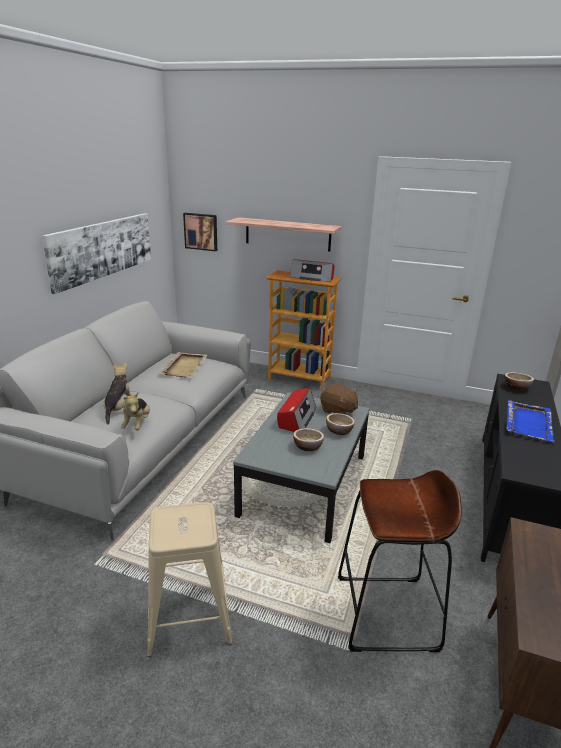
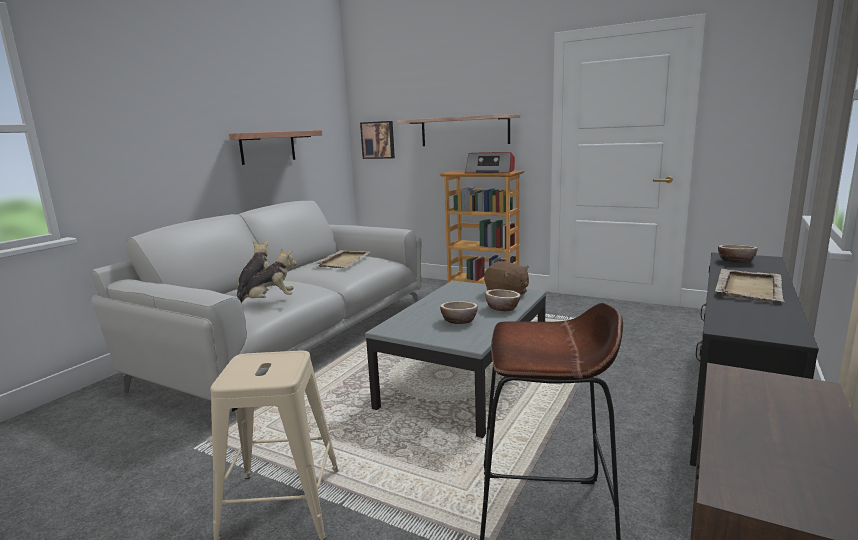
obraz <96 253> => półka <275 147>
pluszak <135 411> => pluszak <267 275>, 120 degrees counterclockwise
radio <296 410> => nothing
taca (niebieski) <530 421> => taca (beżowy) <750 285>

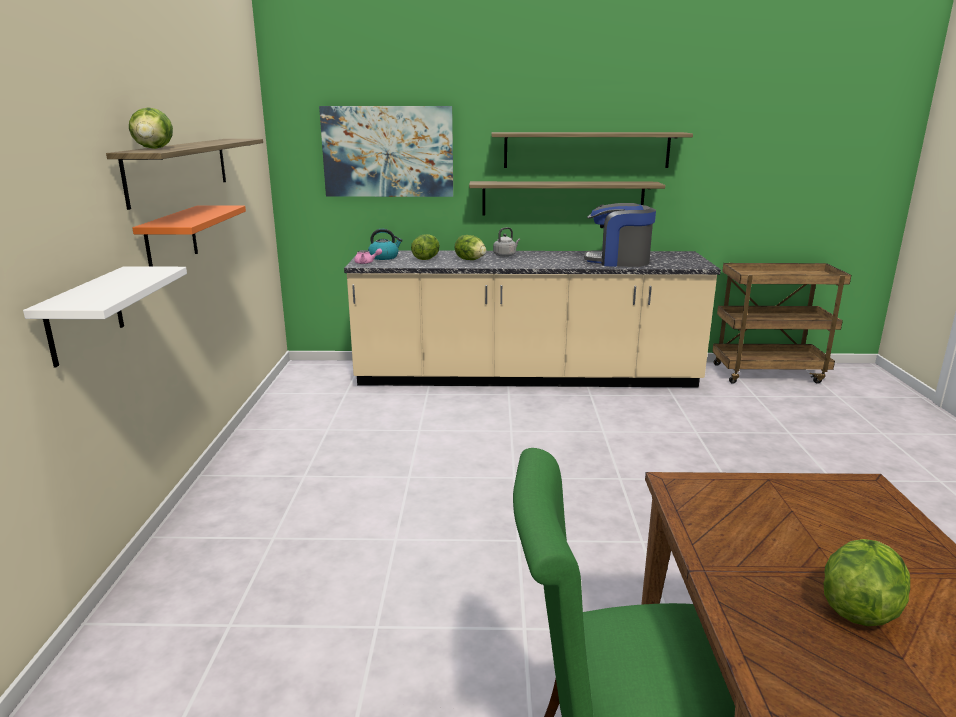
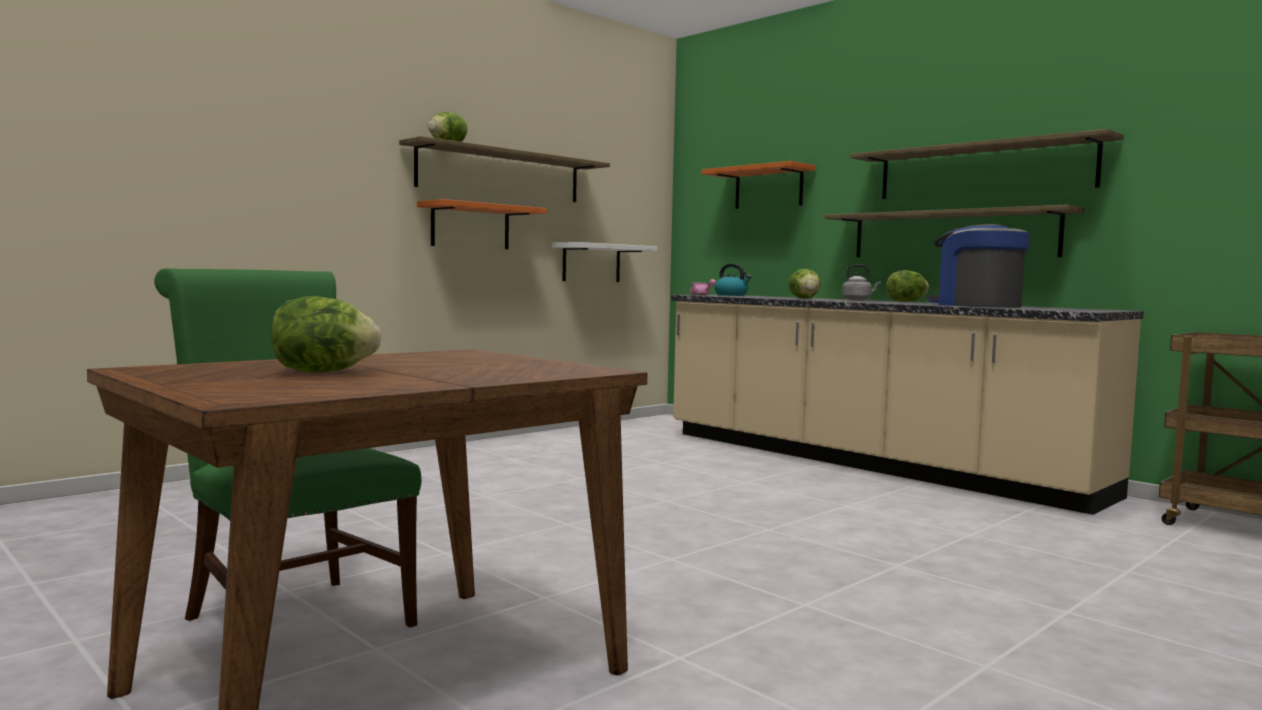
półka (biały) <105 316> => półka (biały) <604 262>, shifted
obraz <386 151> => półka (pomarańczowy) <758 185>
sałata <425 247> => sałata <907 286>, shifted

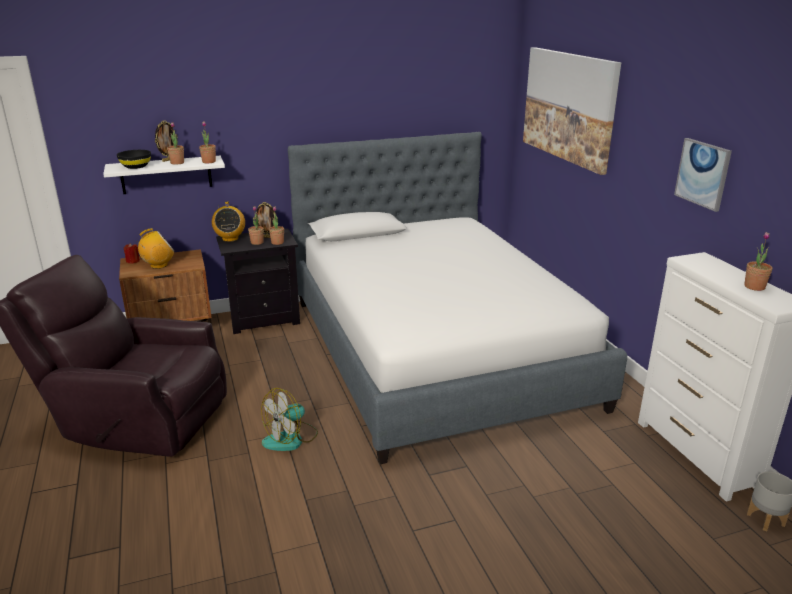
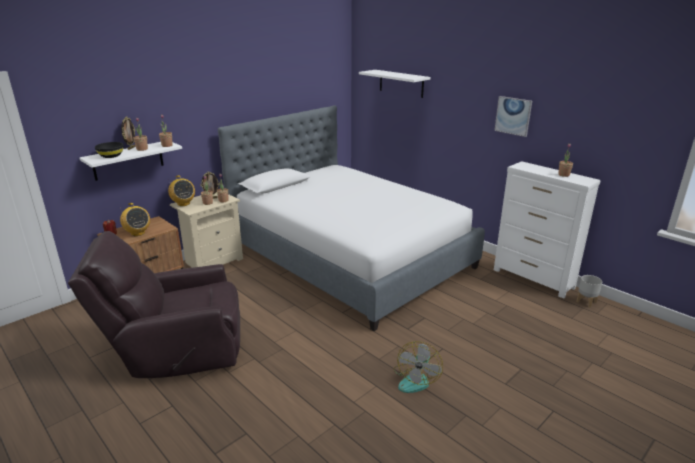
radio <156 248> => radio <135 219>, 105 degrees clockwise
szafka nocna (czarny) <258 281> => szafka nocna (beżowy) <206 230>
wentylator <289 419> => wentylator <418 367>, shifted
obraz <572 111> => półka (biały) <395 84>

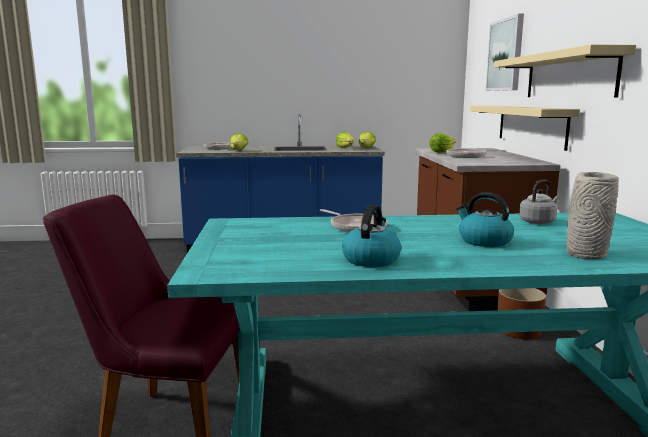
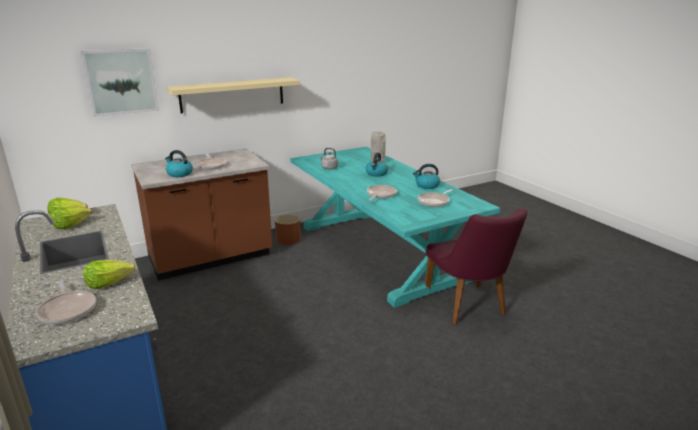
sałata <442 143> => czajnik <179 163>
półka (beżowy) <525 128> => nothing
nothing => patelnia <435 198>

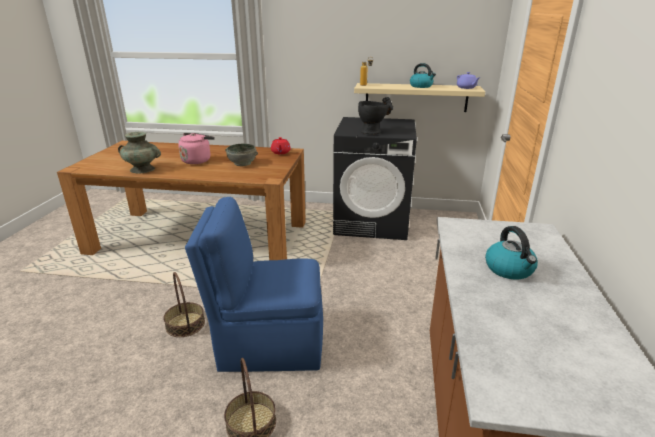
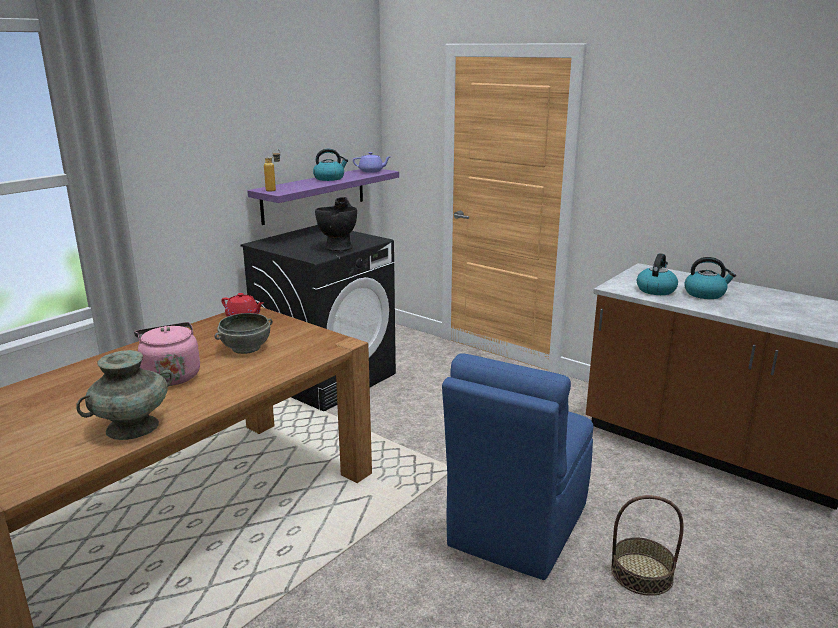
koszyk <184 304> => nothing
półka (beżowy) <419 97> => półka (fioletowy) <323 197>
nothing => czajnik <657 274>

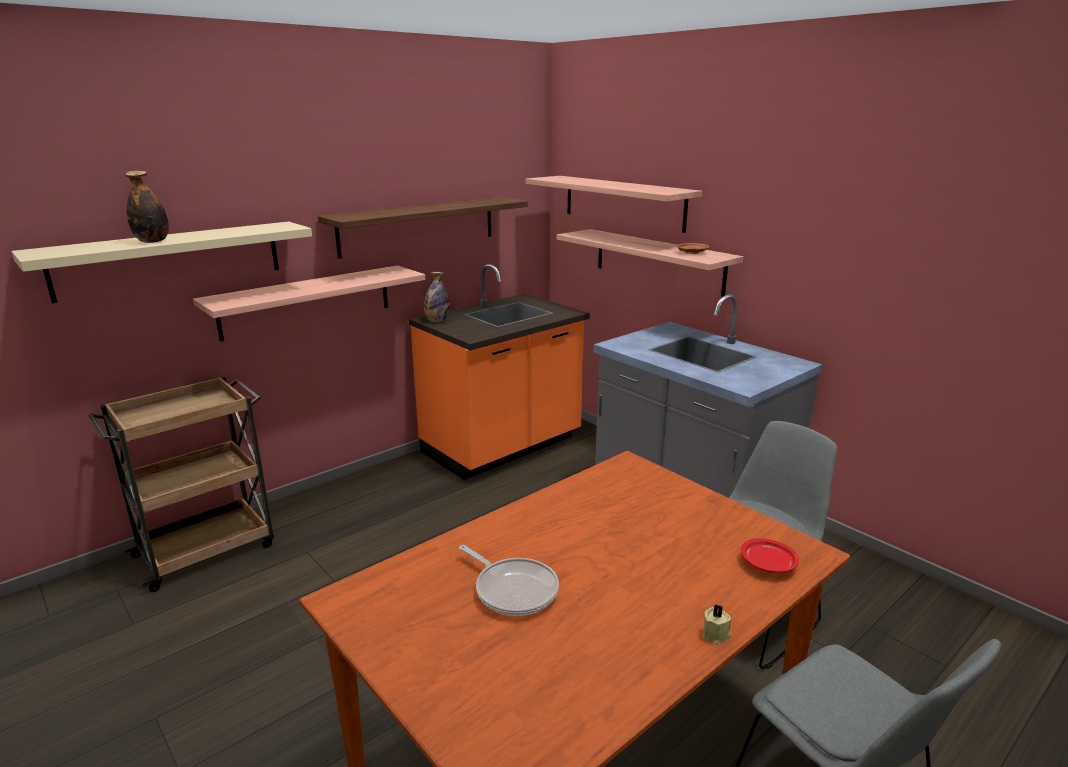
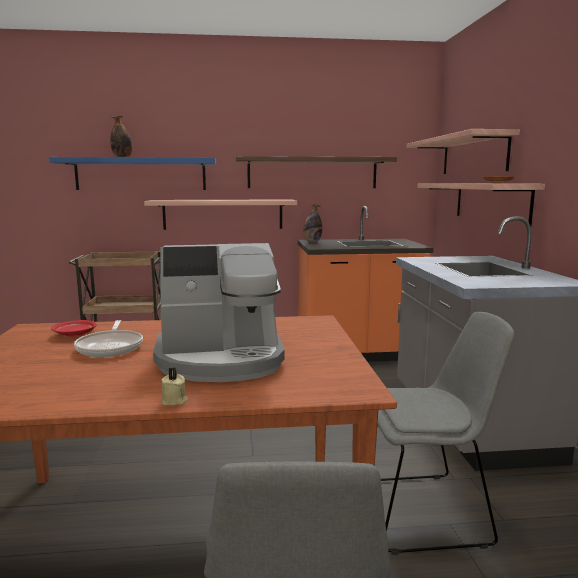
półka (beżowy) <161 262> => półka (niebieski) <132 173>
talerz (czerwony) <770 556> => talerz (czerwony) <74 328>, shifted
nothing => ekspres do kawy <218 312>

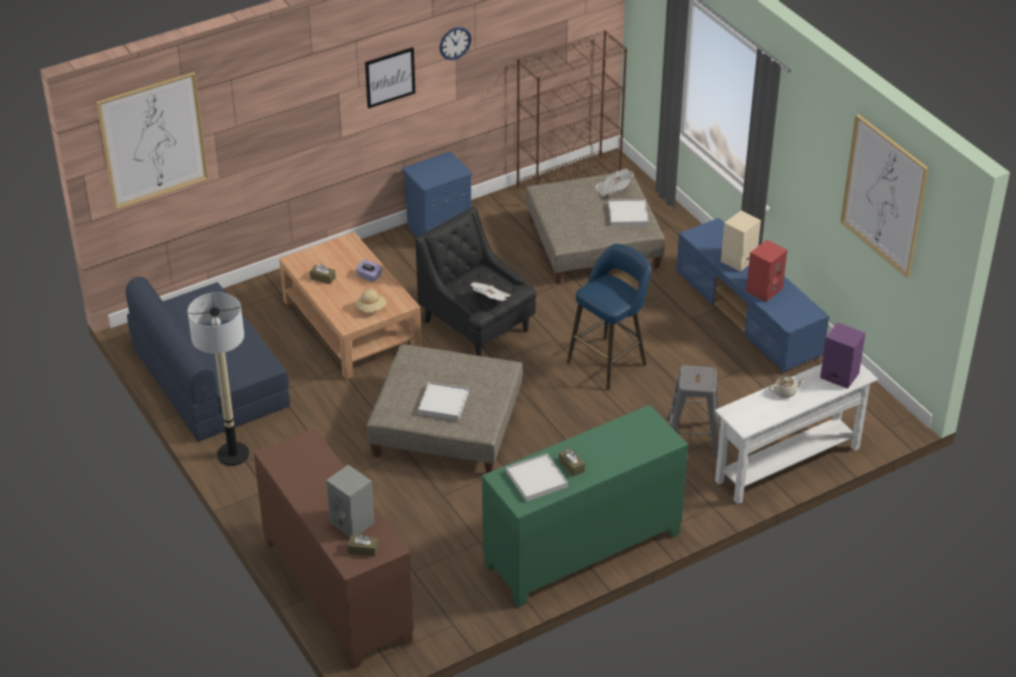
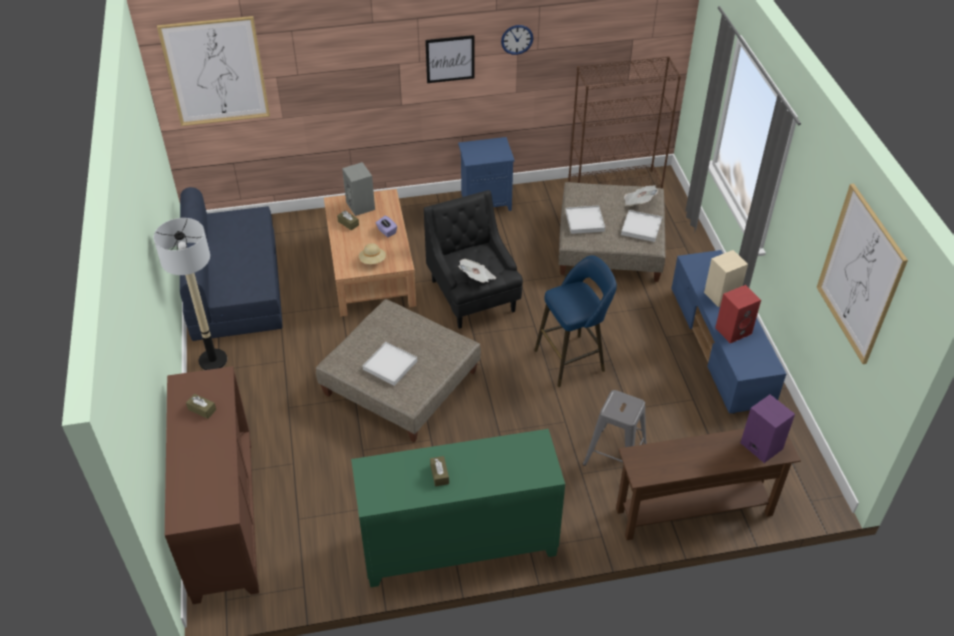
głośnik (szary) <350 501> => głośnik (szary) <358 189>, shifted
pudełko chusteczek (brązowy) <363 545> => pudełko chusteczek (brązowy) <201 406>, shifted
taca (biały) <537 477> => taca (biały) <585 219>, shifted
stolik konsolowy (biały) <796 434> => stolik konsolowy (brązowy) <708 484>
imbryk (beżowy) <787 387> => nothing

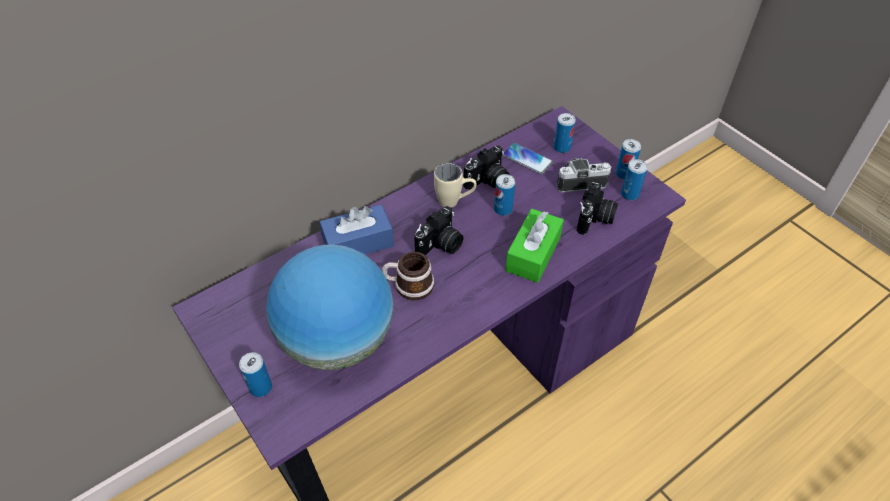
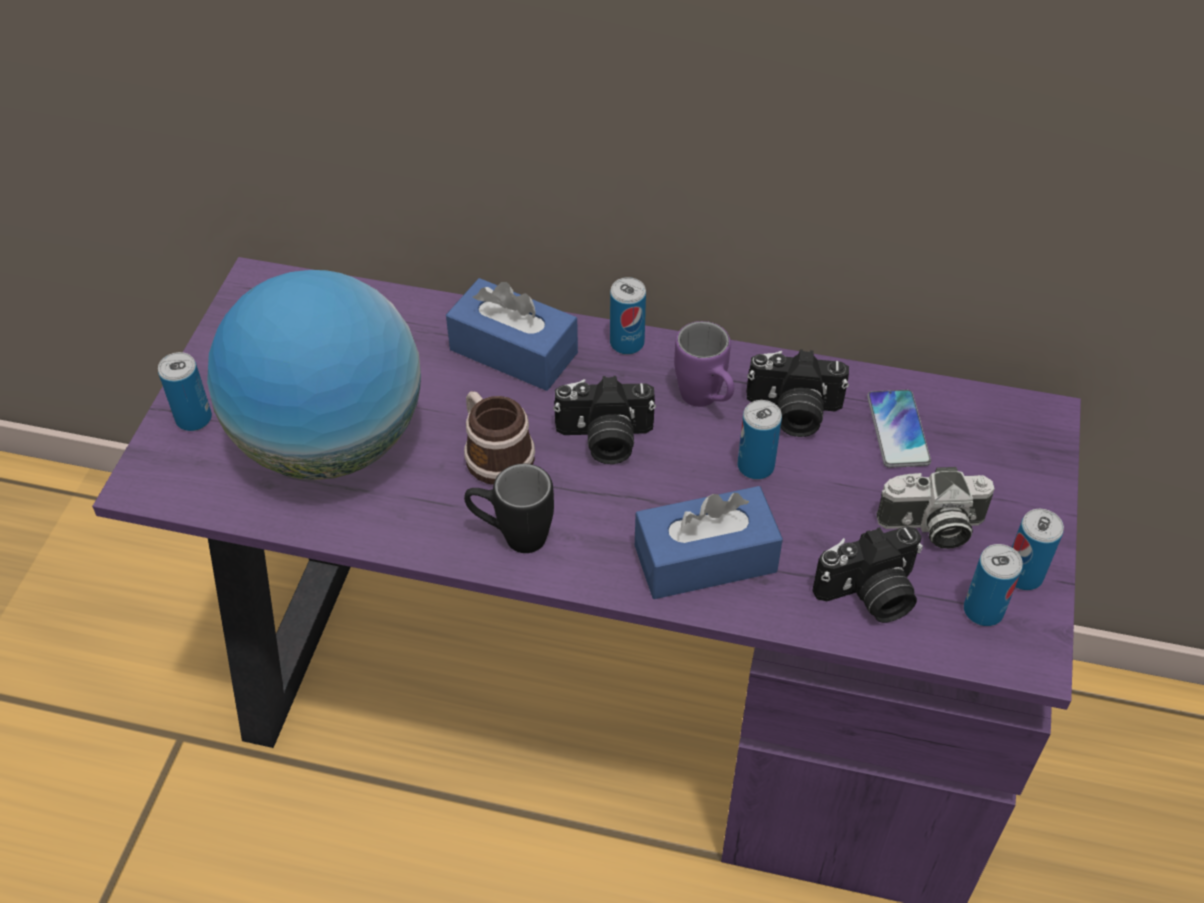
kubek (beżowy) <455 185> => kubek (fioletowy) <704 364>
pudełko chusteczek (zielony) <534 246> => pudełko chusteczek (niebieski) <709 542>
puszka <564 133> => puszka <628 316>, shifted
aparat fotograficzny <584 175> => aparat fotograficzny <935 508>, 135 degrees clockwise
nothing => kubek (czarny) <509 508>

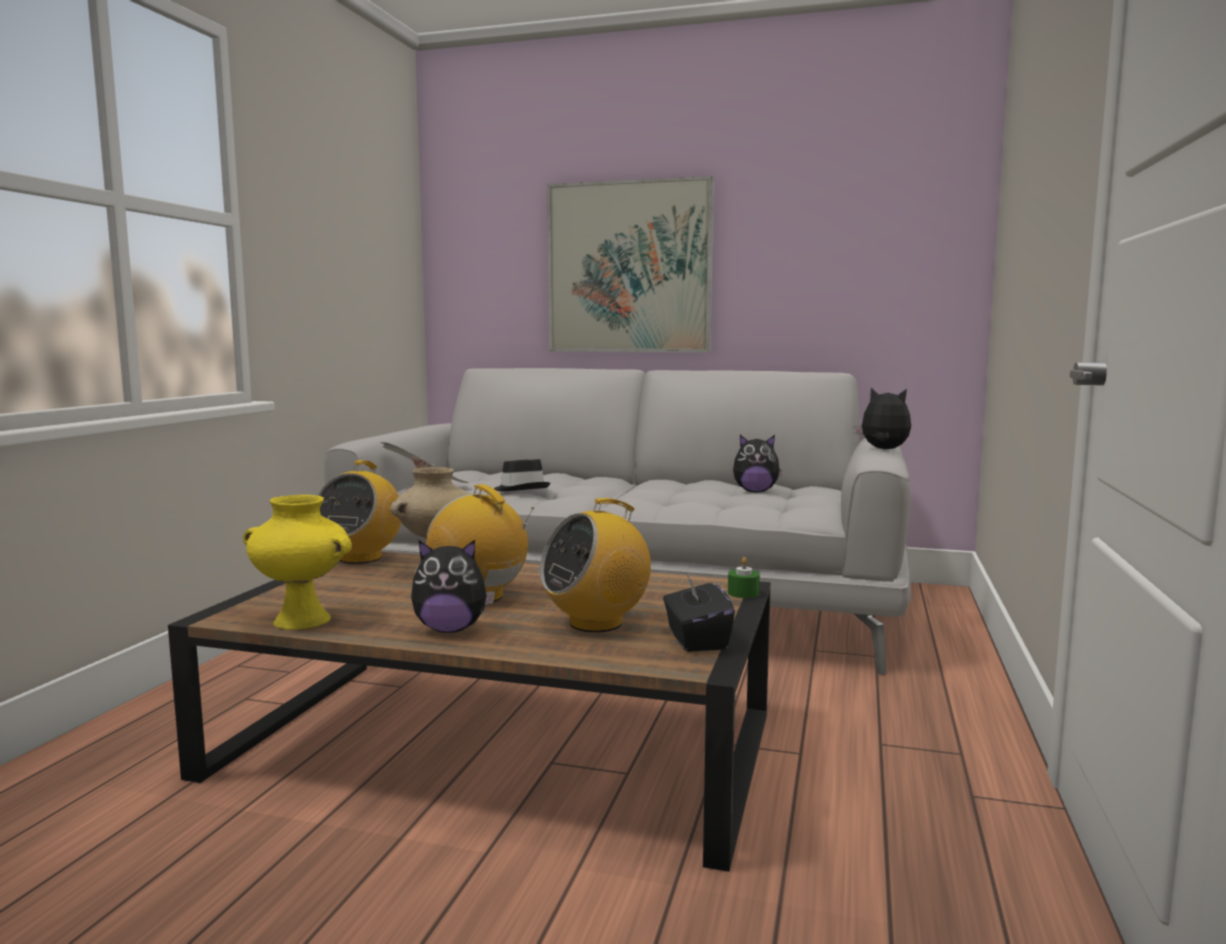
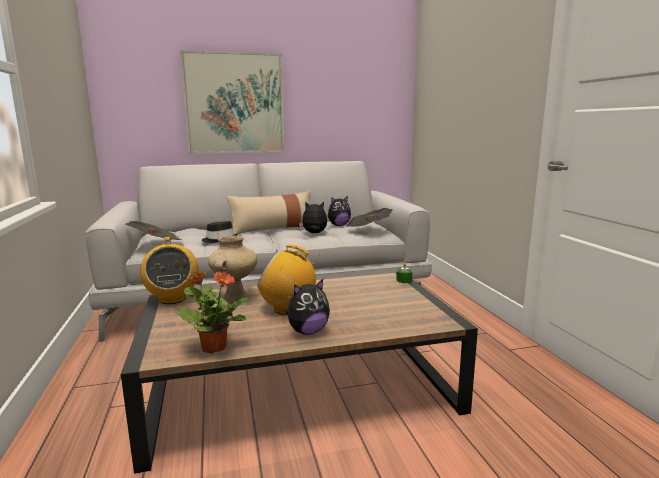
wazon (żółty) <297 562> => roślina doniczkowa <211 311>
radio <595 565> => nothing
pudełko chusteczek (czarny) <699 612> => nothing
pluszak <882 418> => pluszak <313 217>, shifted
nothing => poduszka (beżowy) <268 212>
nothing => gazeta <369 217>

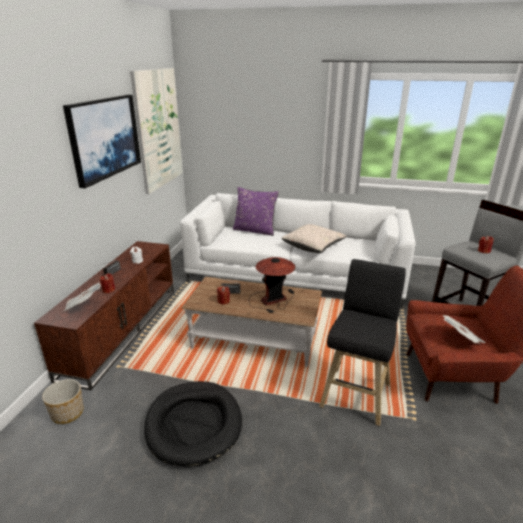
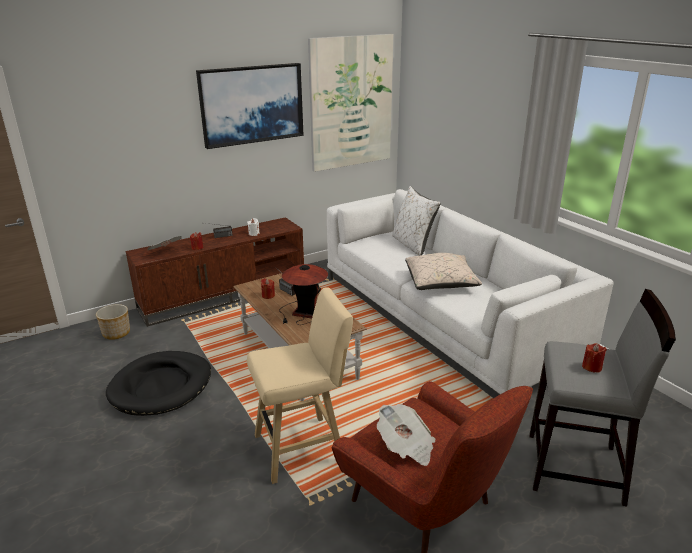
poduszka (fioletowy) <256 211> => poduszka (biały) <416 220>
stołek (czarny) <362 342> => stołek (beżowy) <300 385>

